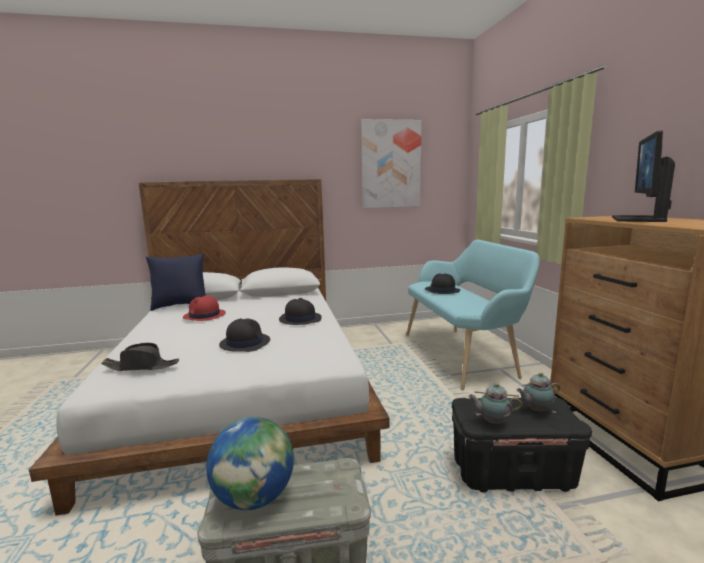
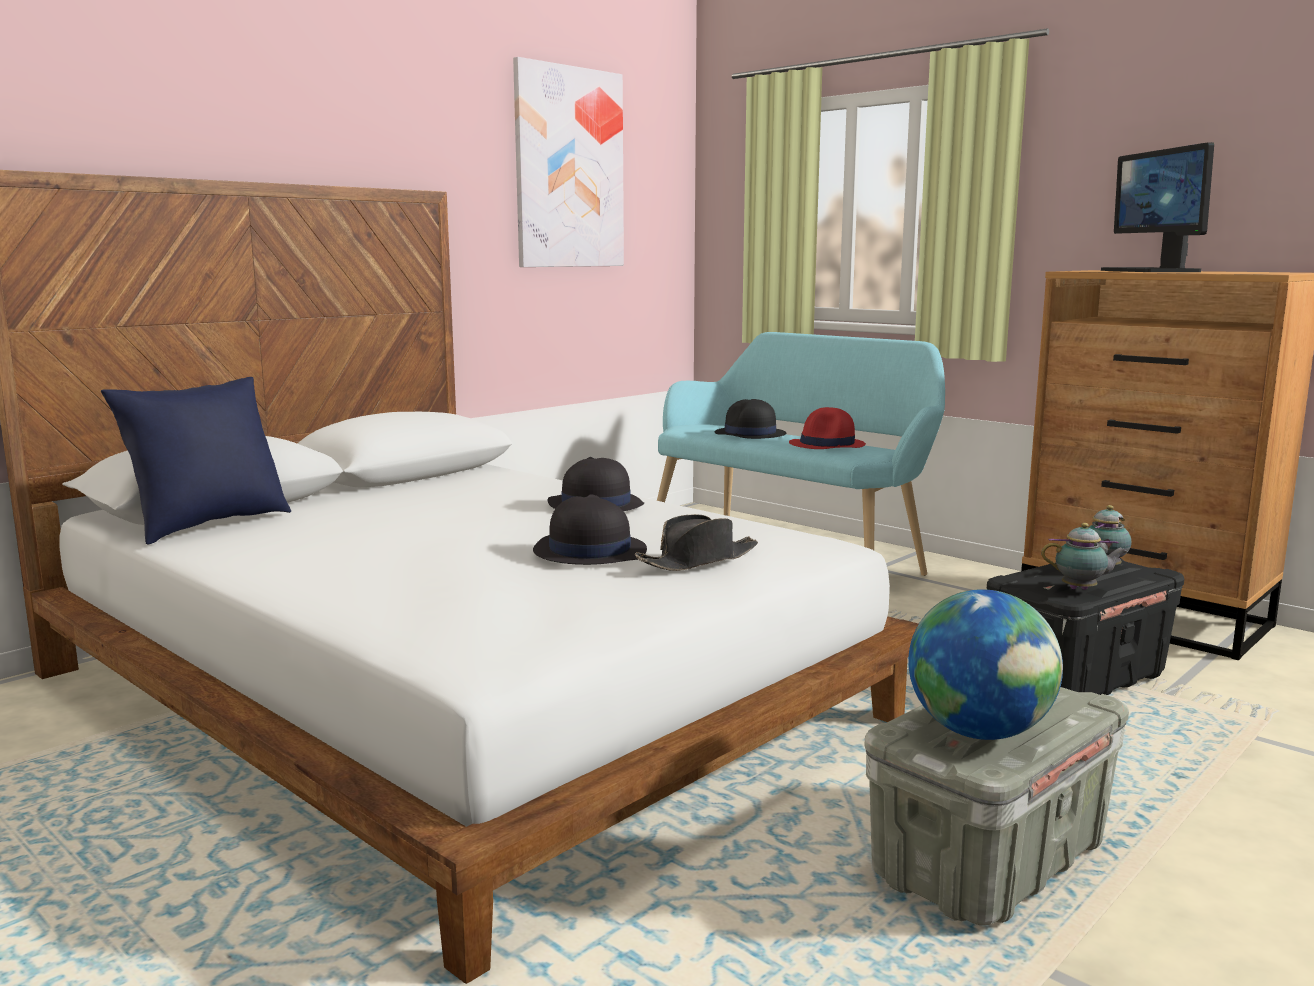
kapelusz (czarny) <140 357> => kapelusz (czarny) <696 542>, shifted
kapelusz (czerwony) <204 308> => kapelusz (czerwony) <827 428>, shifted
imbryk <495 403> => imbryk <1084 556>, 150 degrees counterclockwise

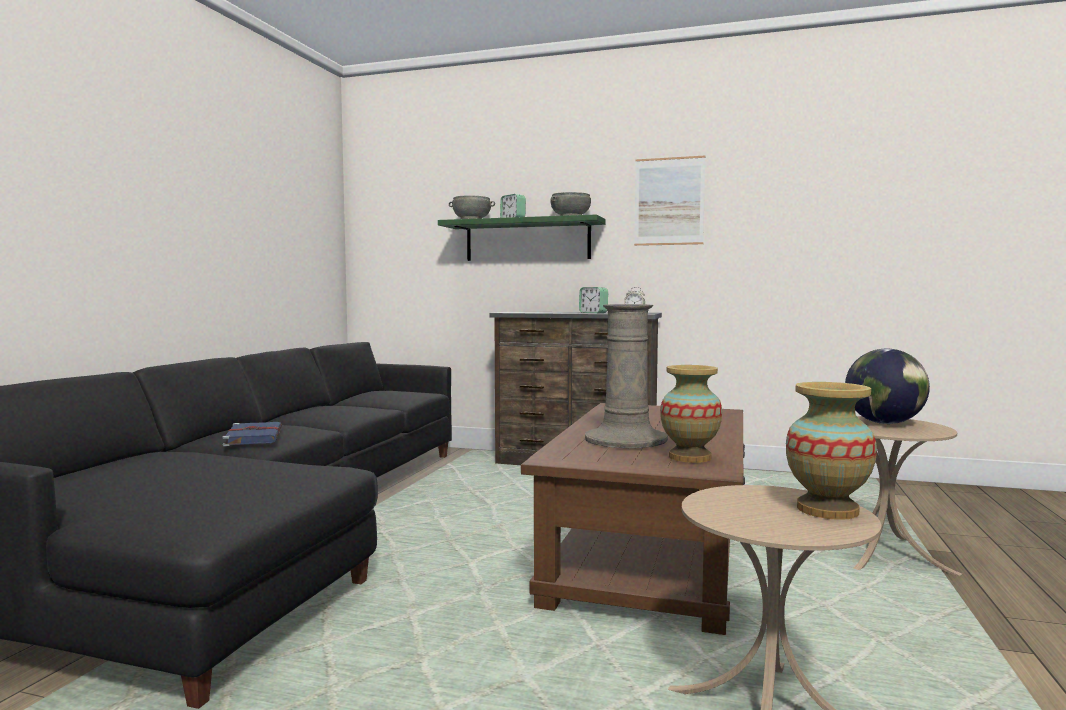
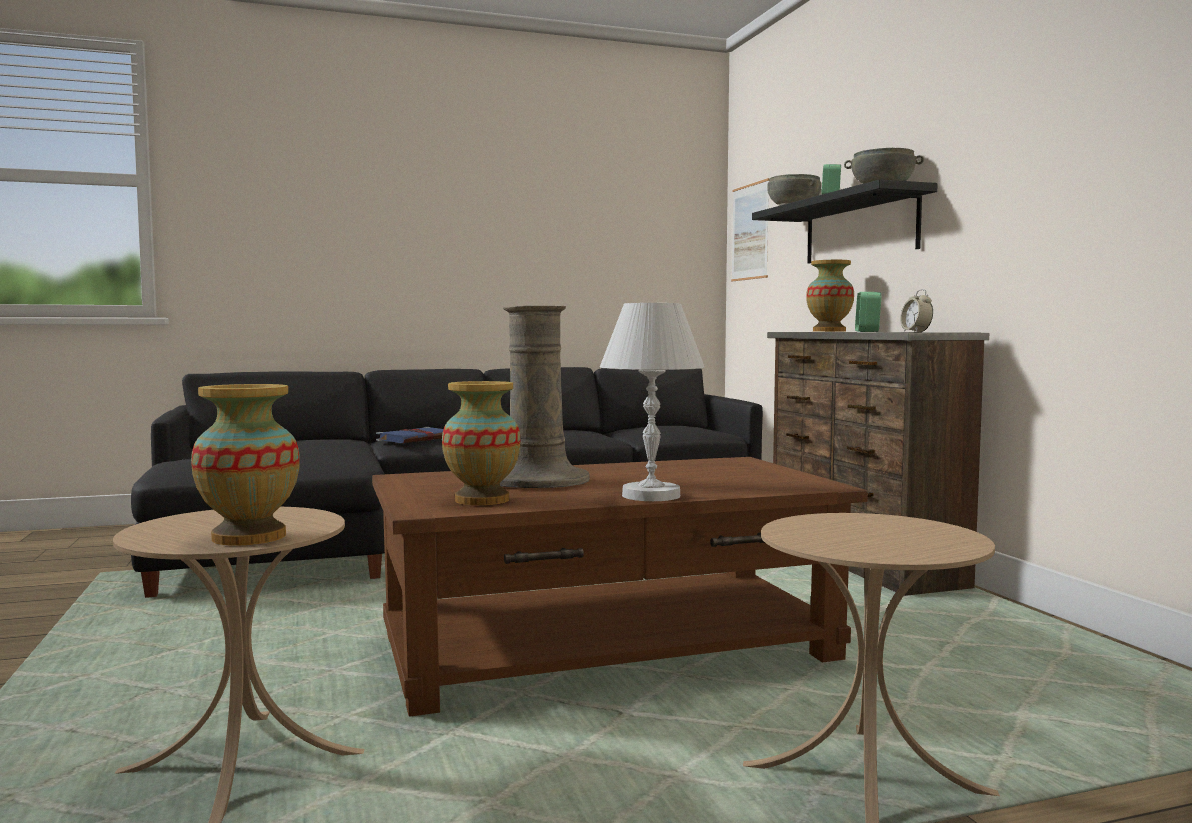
półka (zielony) <522 237> => półka (czarny) <845 221>
obraz <669 201> => obraz <750 229>, shifted
globus <887 386> => nothing
nothing => lampa stołowa (biały) <652 402>
nothing => wazon <830 296>

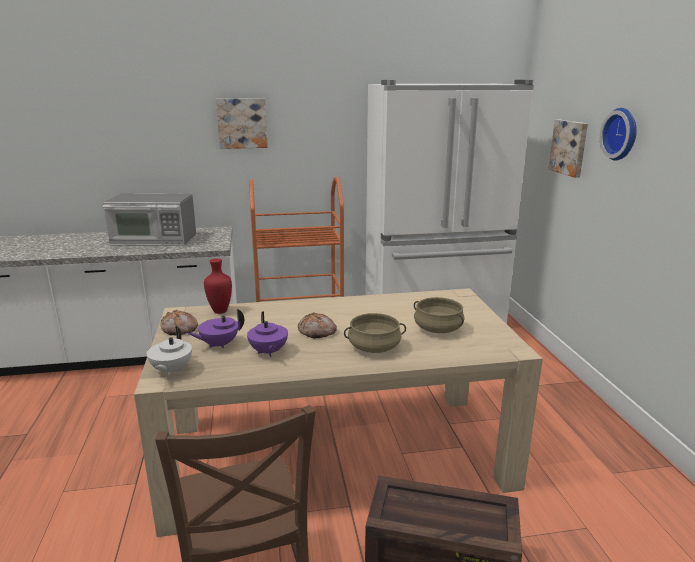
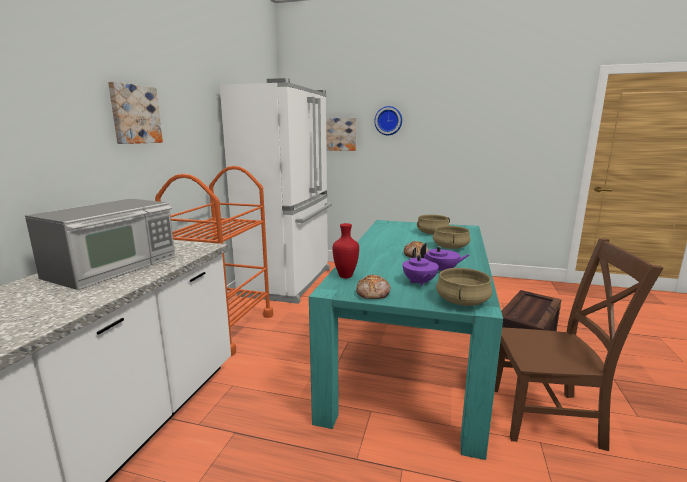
stół jadalny (beżowy) <338 412> => stół jadalny (turkusowy) <406 340>
imbryk (biały) <169 351> => garnek (beżowy) <464 287>

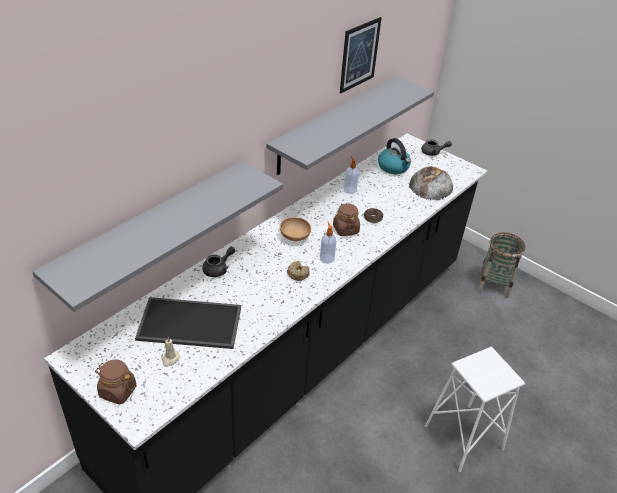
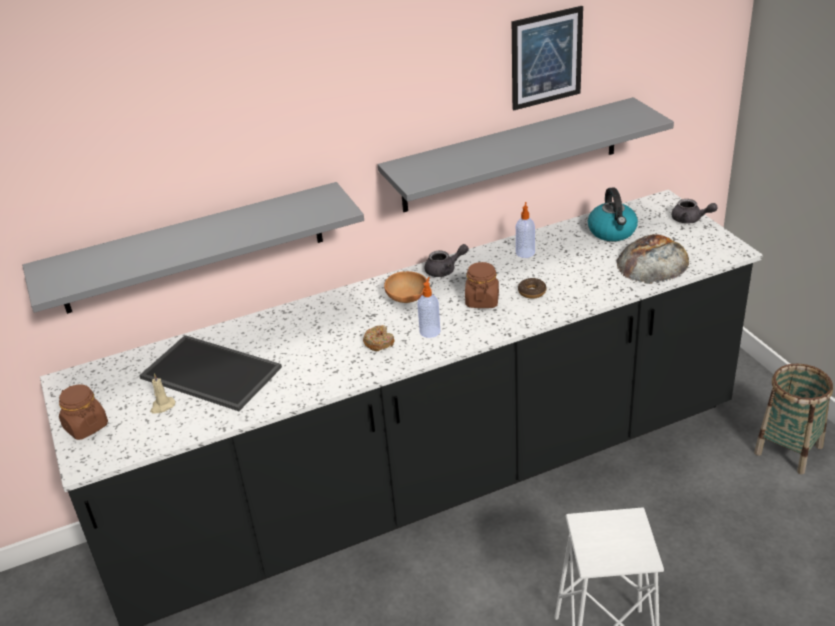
imbryk (szary) <218 261> => imbryk (szary) <447 260>, shifted

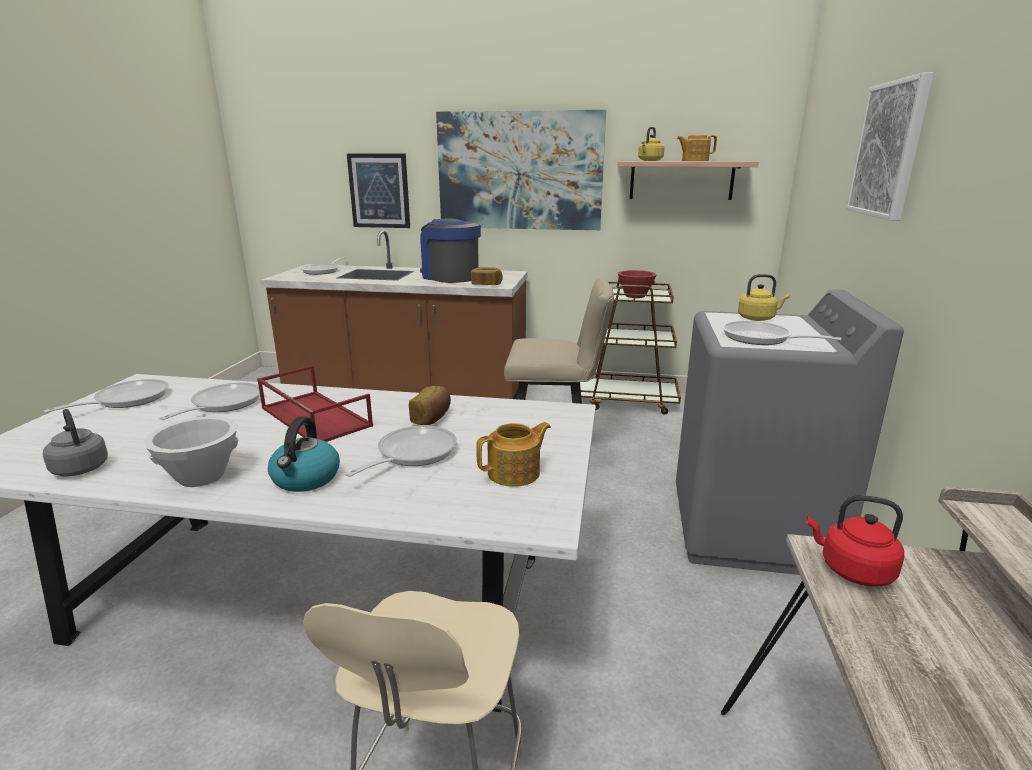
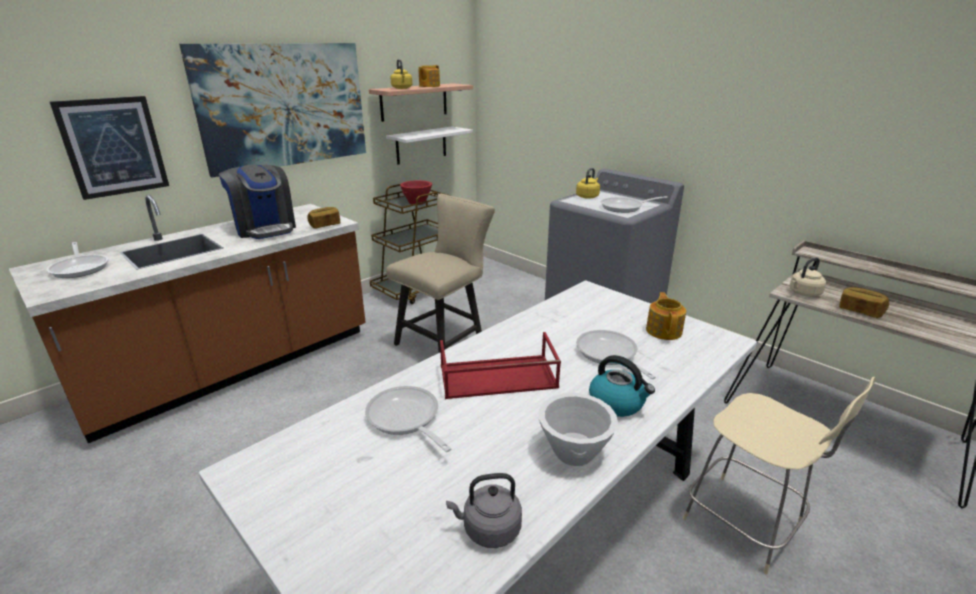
patelnia <106 396> => nothing
chleb <430 405> => chleb <864 302>, shifted
ekspres do kawy <450 251> => ekspres do kawy <257 201>, 120 degrees counterclockwise
czajnik (czerwony) <855 540> => czajnik (beżowy) <808 277>
obraz <890 146> => nothing
nothing => półka (biały) <429 145>

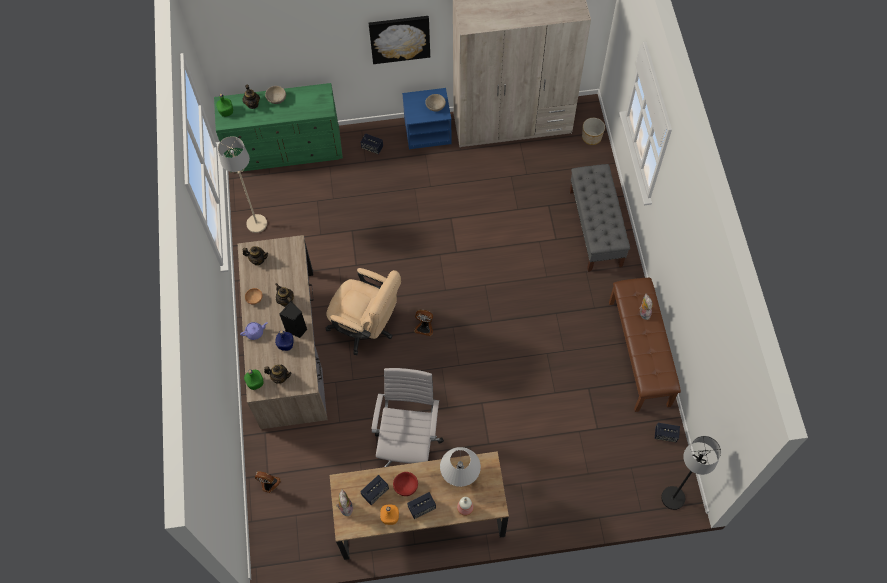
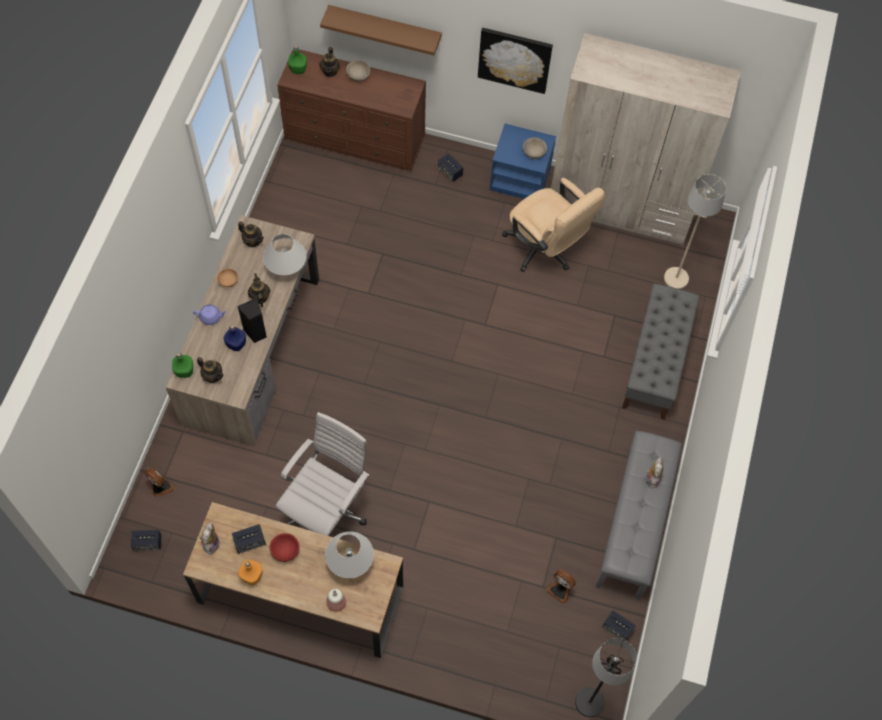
komoda (zielony) <278 127> => komoda (brązowy) <351 109>
lampa stojąca (beżowy) <242 184> => lampa stojąca (beżowy) <695 231>, shifted
krzesło biurowe (beżowy) <363 311> => krzesło biurowe (beżowy) <553 225>, shifted
głośnik <421 505> => głośnik <146 540>, shifted
wentylator <423 323> => wentylator <561 586>, shifted
donica <593 131> => nothing
ławka (brązowy) <645 345> => ławka (szary) <639 515>
nothing => lampa stołowa (biały) <285 254>
nothing => półka (brązowy) <381 30>

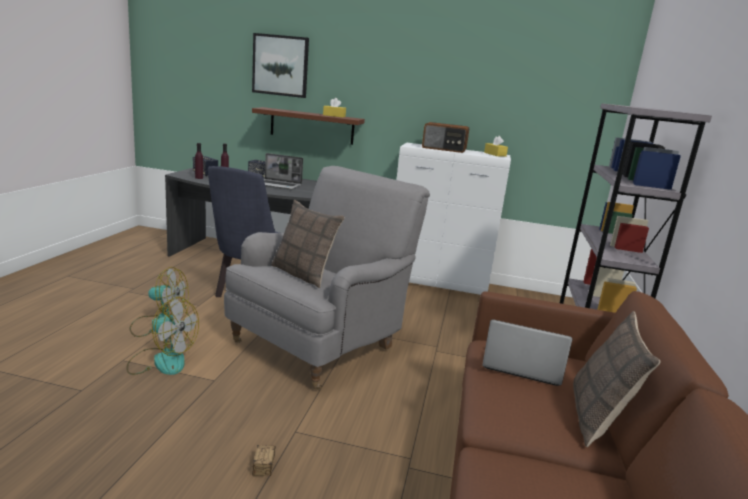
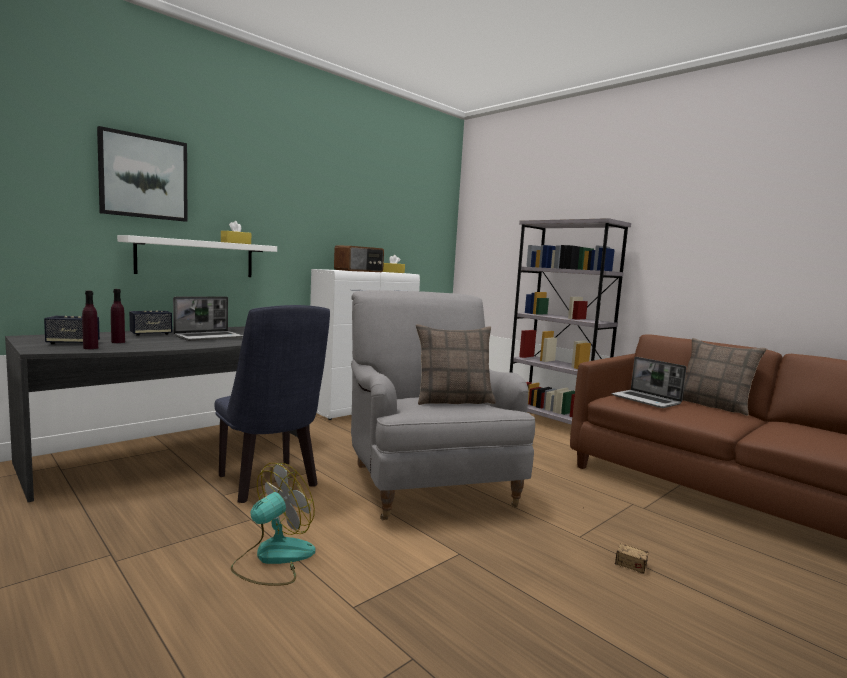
wentylator <162 336> => nothing
półka (brązowy) <308 126> => półka (biały) <197 256>
laptop <527 352> => laptop <648 382>, 90 degrees counterclockwise

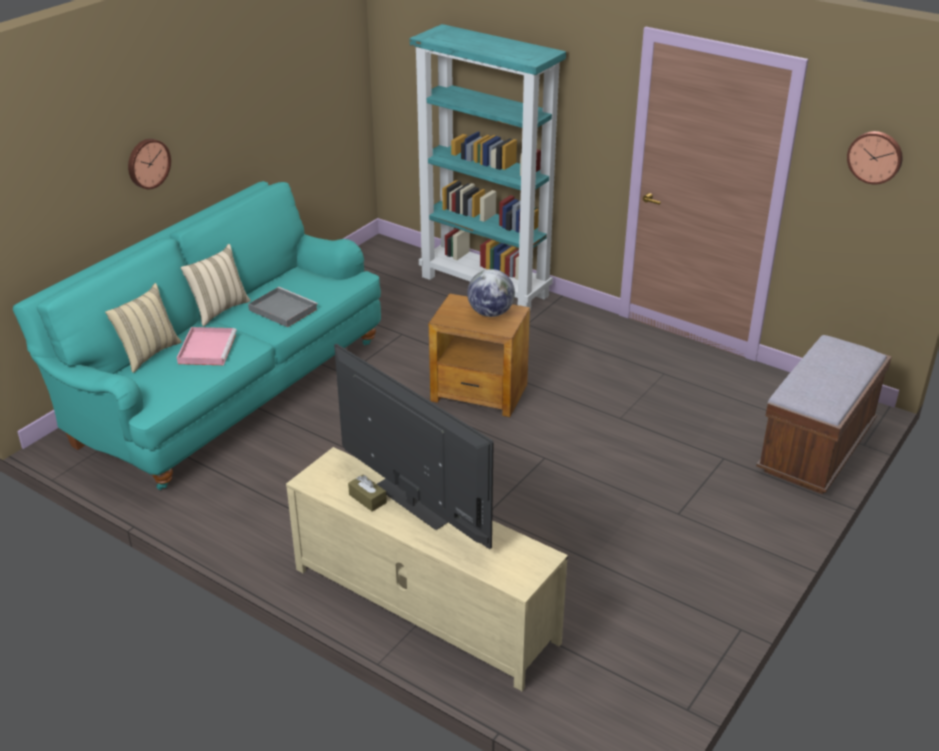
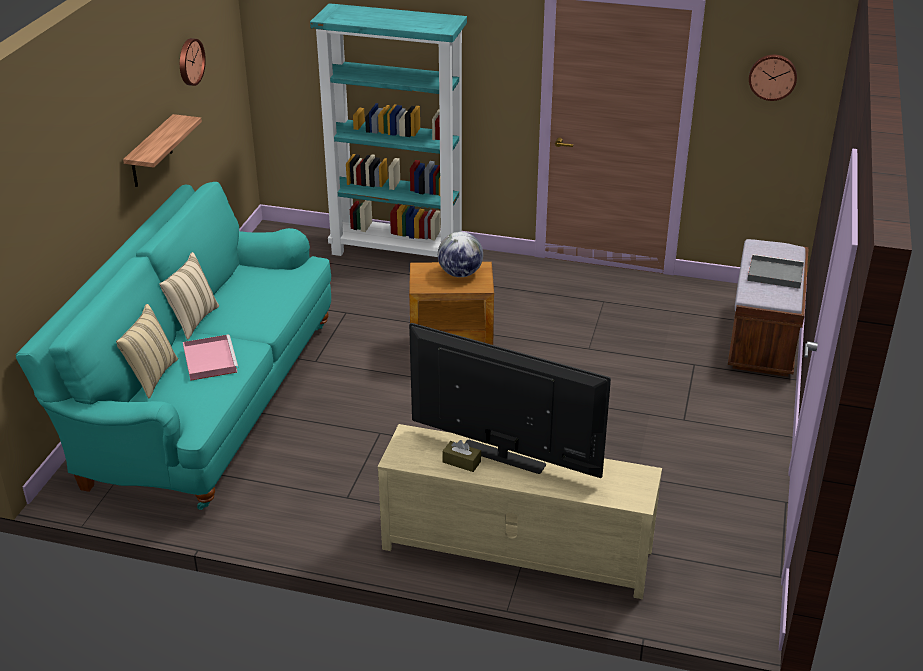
zegar ścienny <149 164> => zegar ścienny <193 62>, shifted
taca (szary) <283 307> => taca (szary) <775 271>, shifted
nothing => półka <162 150>

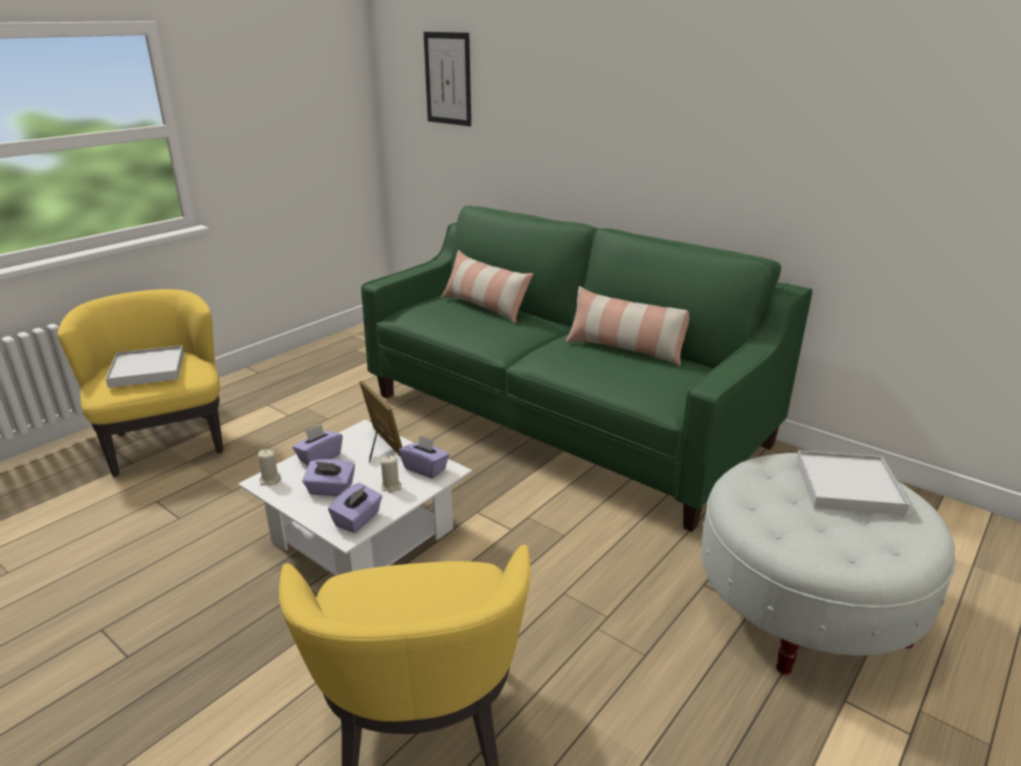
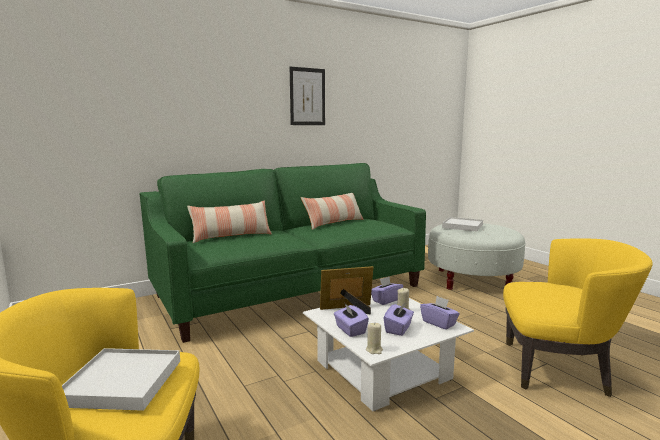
obraz <447 79> => obraz <307 96>, shifted

